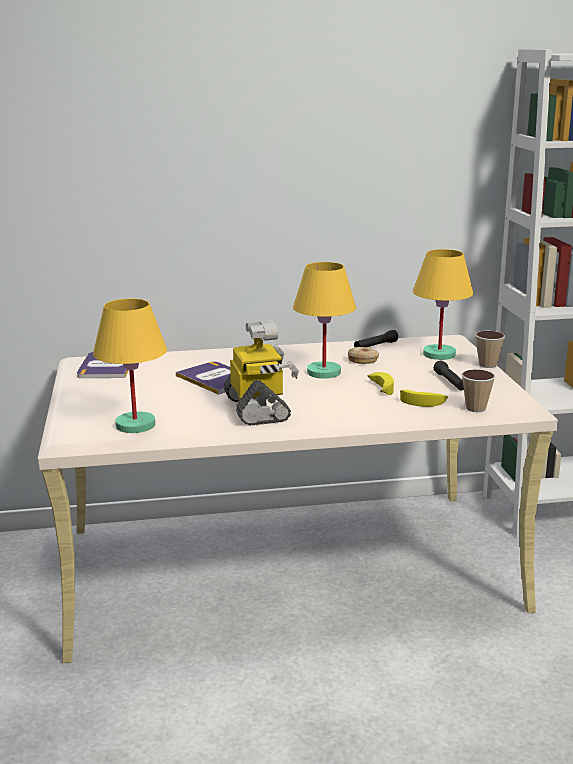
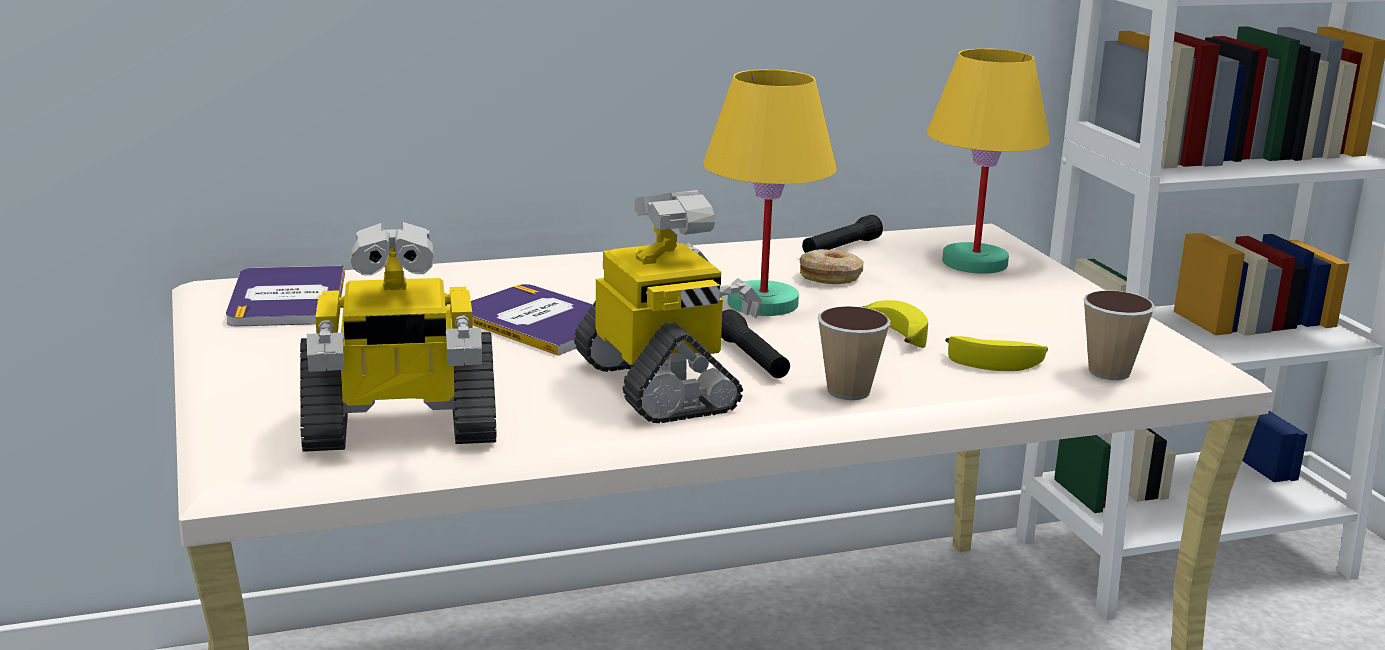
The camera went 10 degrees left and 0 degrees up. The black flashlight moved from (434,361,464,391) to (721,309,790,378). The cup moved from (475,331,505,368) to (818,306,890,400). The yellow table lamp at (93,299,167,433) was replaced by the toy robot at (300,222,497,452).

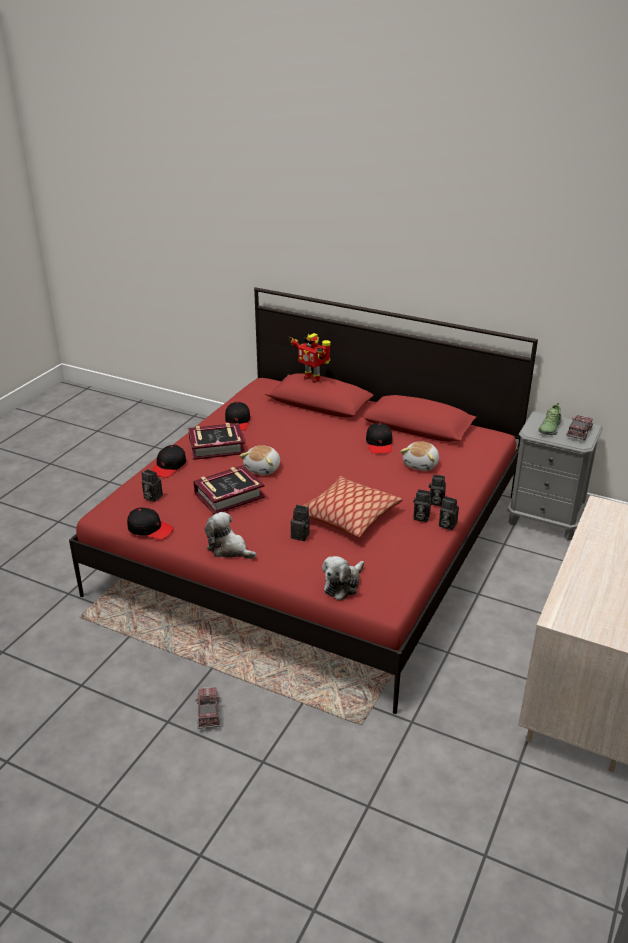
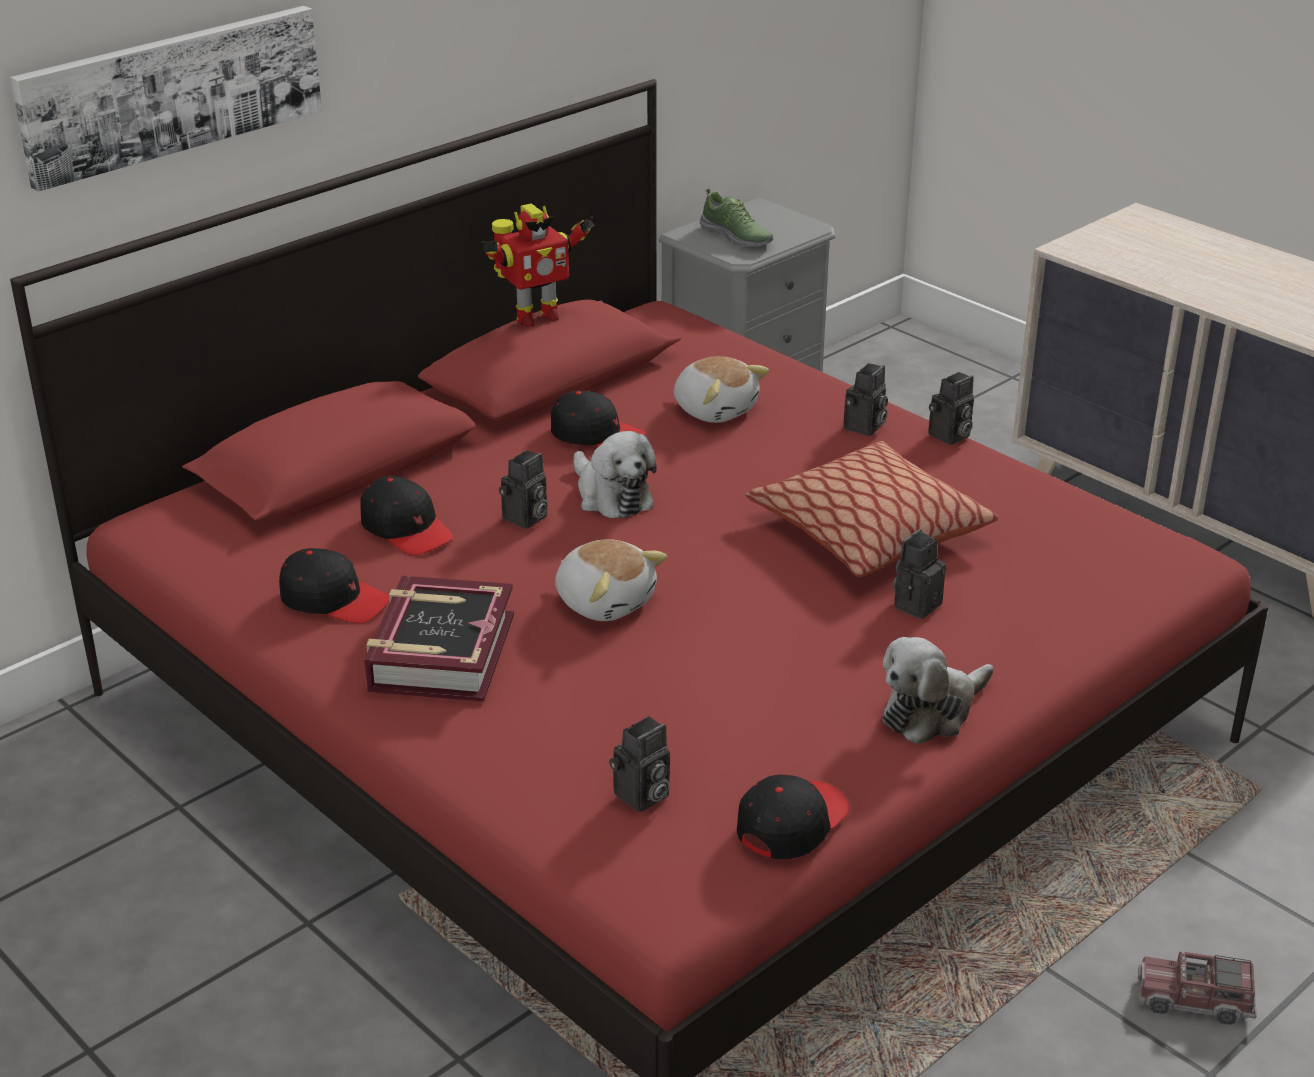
The camera went 70 degrees left and 0 degrees up. The book at (193,465,265,514) disappeared. The toy truck at (566,415,593,440) disappeared. The picture at (10,6,322,192) appeared. The black cap moved from (152,445,186,478) to (360,476,454,556). The toy robot moved from (288,333,330,383) to (481,204,594,327). The plush toy moved from (322,556,364,600) to (574,431,657,519). The photo camera moved from (413,489,431,522) to (499,450,548,529).

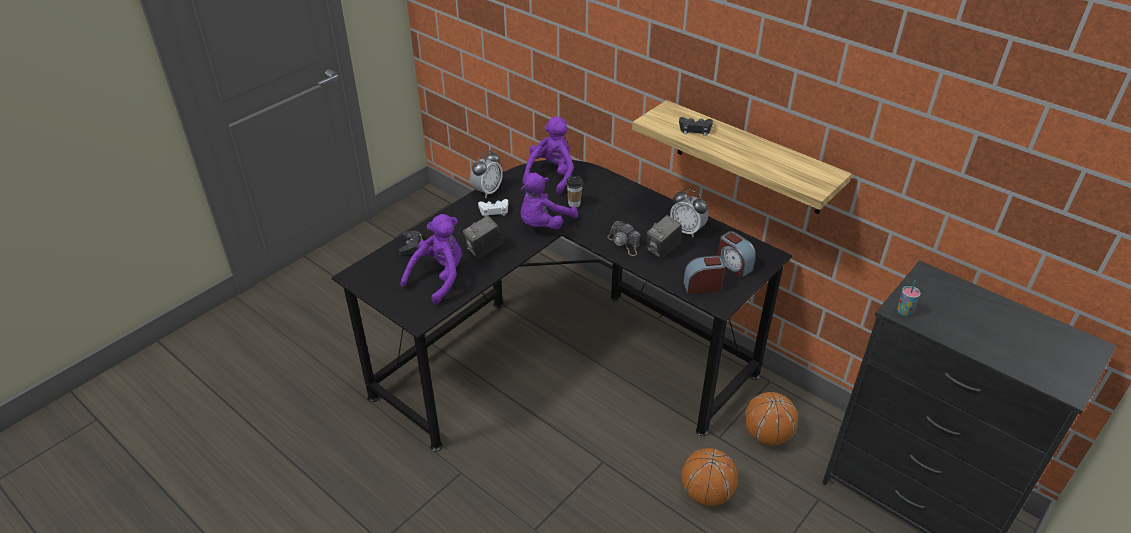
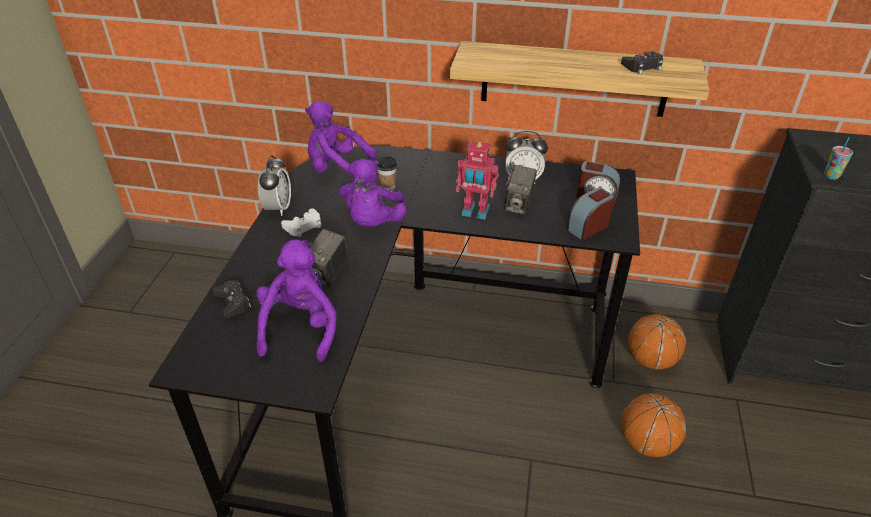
The camera went 30 degrees left and 0 degrees up. The black game controller moved from (679,117,713,136) to (621,52,664,74). The photo camera at (607,221,640,256) was replaced by the toy robot at (456,141,499,219). The purple plush toy at (523,116,574,194) turned 75 degrees counterclockwise.

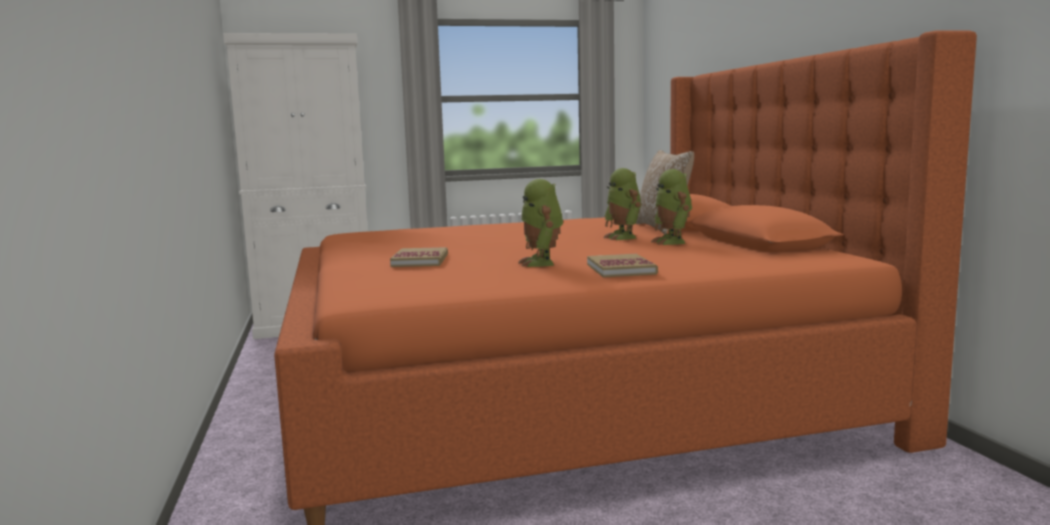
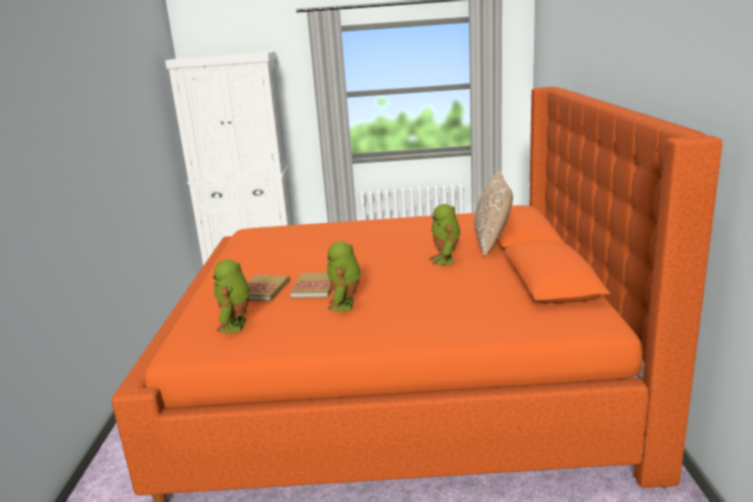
The camera went 15 degrees right and 10 degrees up. The book moved from (587,254,658,278) to (290,272,333,298). The toy robot moved from (651,169,692,245) to (213,259,251,333).

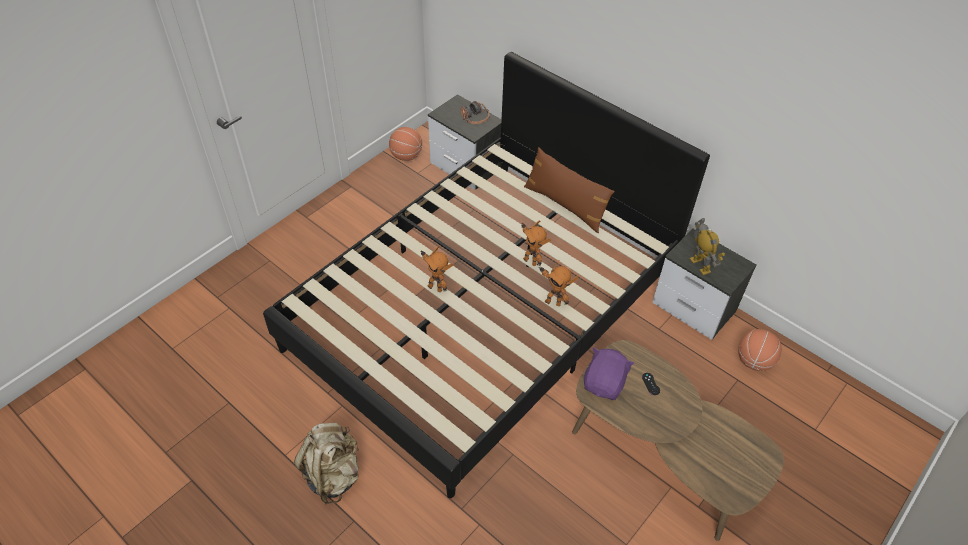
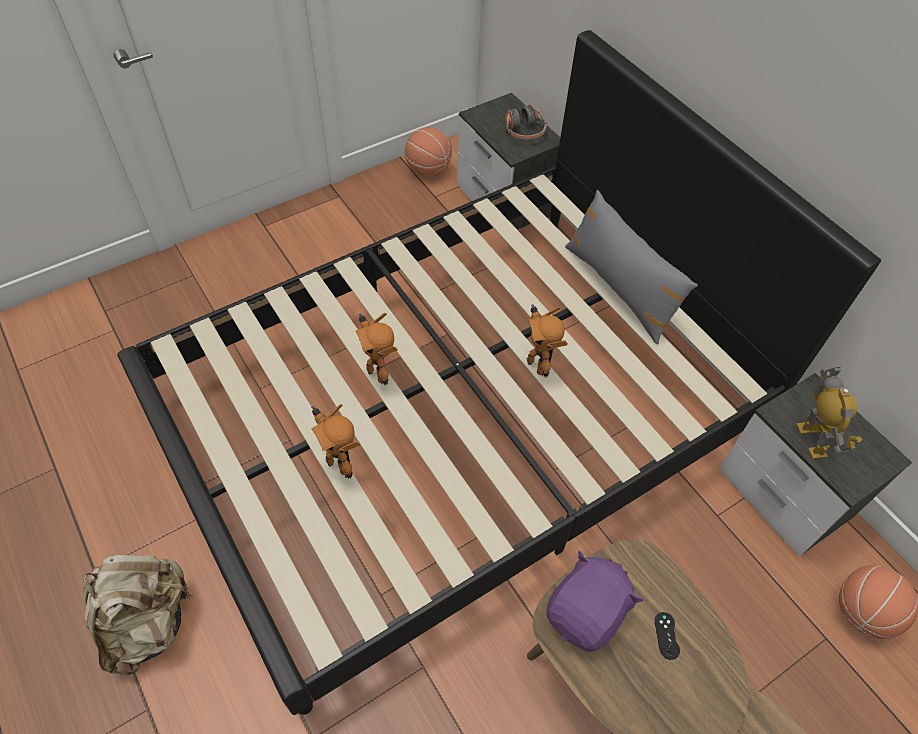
The camera went 15 degrees right and 5 degrees up. The toy robot moved from (539,260,579,306) to (311,404,360,479). The brown pillow at (524,147,615,233) became the grey pillow at (565,190,698,344).

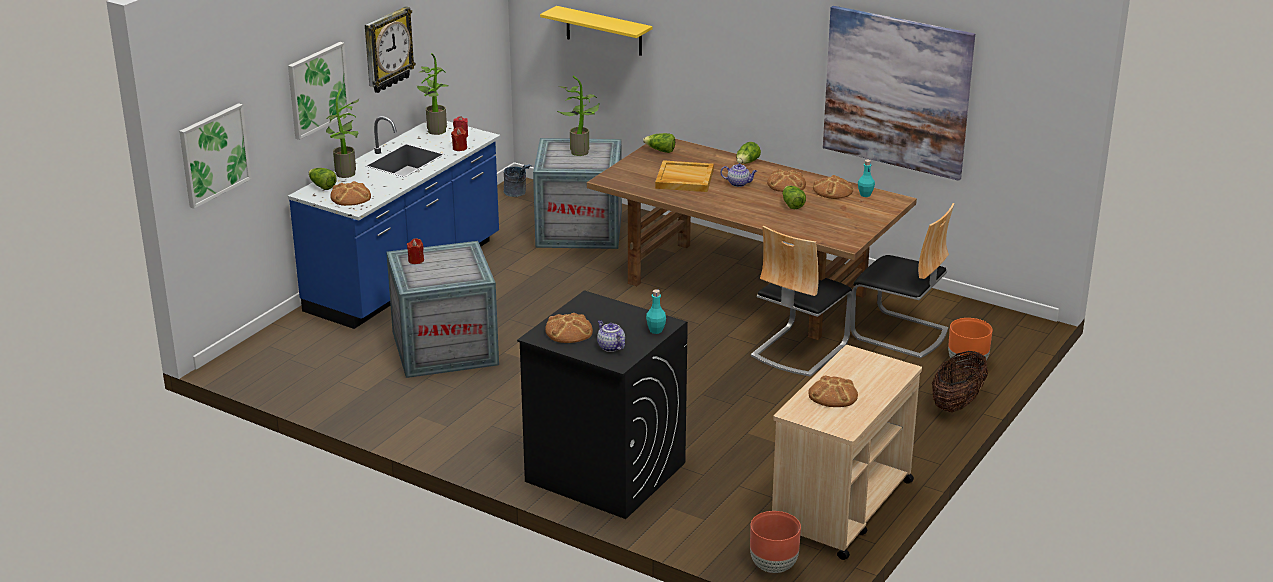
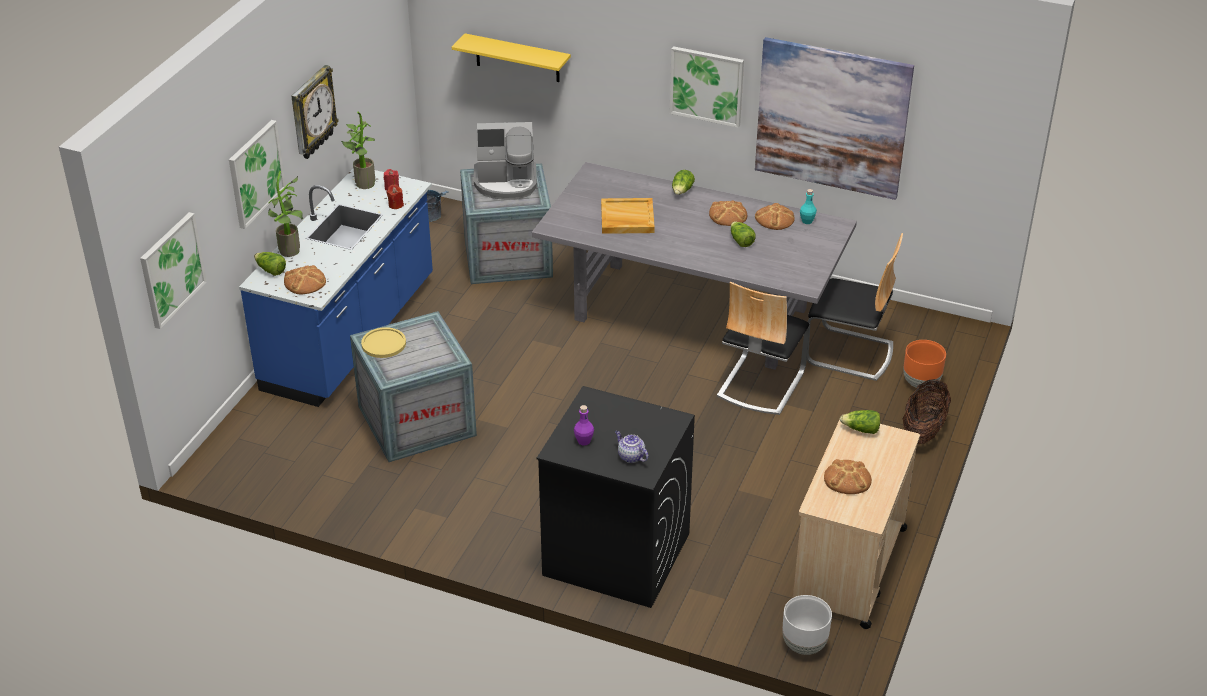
The camera went 10 degrees left and 10 degrees up. The turquoise bottle at (646,289,666,334) disappeared. The teapot at (721,164,757,187) disappeared. The picture at (670,46,744,128) appeared. The lettuce moved from (643,133,675,153) to (840,410,880,434). The red candle at (407,238,424,264) was replaced by the yellow plate at (361,327,406,358). The bread at (545,313,593,343) was replaced by the purple bottle at (574,405,594,445). The potted plant at (557,75,600,156) was replaced by the coffee machine at (474,122,537,200). The brown dining table at (587,139,917,340) became the grey dining table at (532,162,857,370). The brown planter at (750,511,801,573) became the white planter at (782,595,832,655).

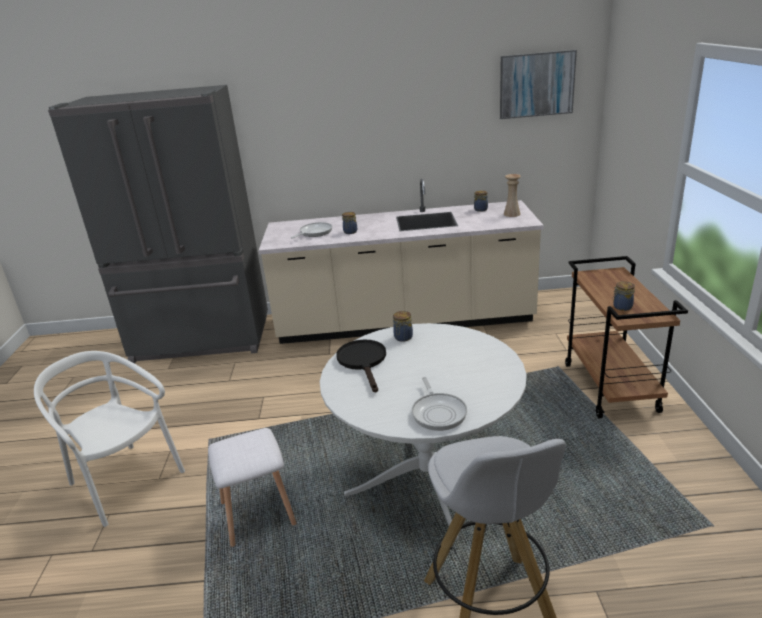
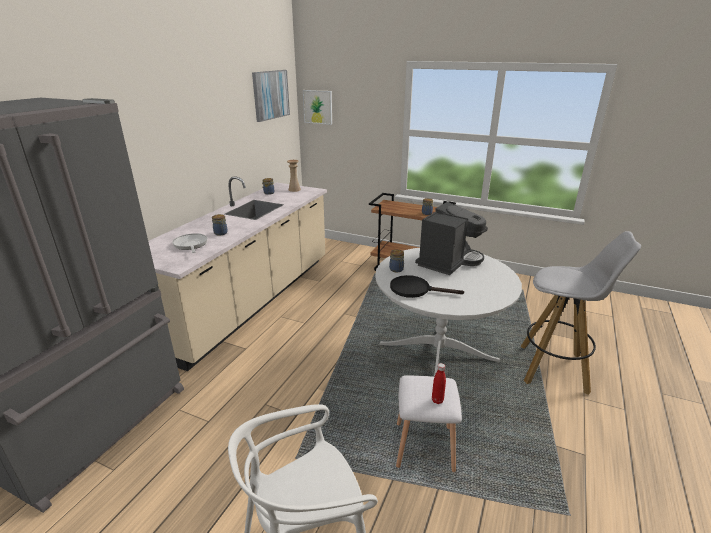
The camera went 65 degrees left and 0 degrees up. The frying pan at (412,377,467,431) disappeared. The picture at (303,90,332,125) appeared. The coffee machine at (415,201,488,275) appeared. The red bottle at (432,363,446,404) appeared.

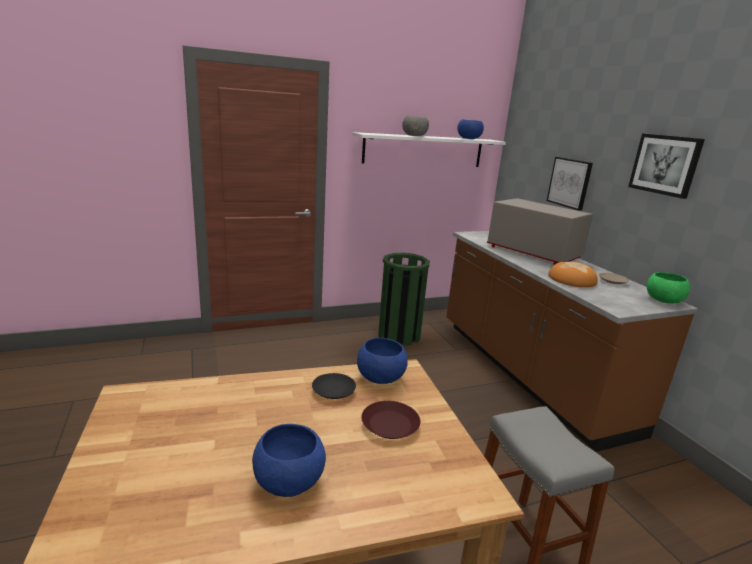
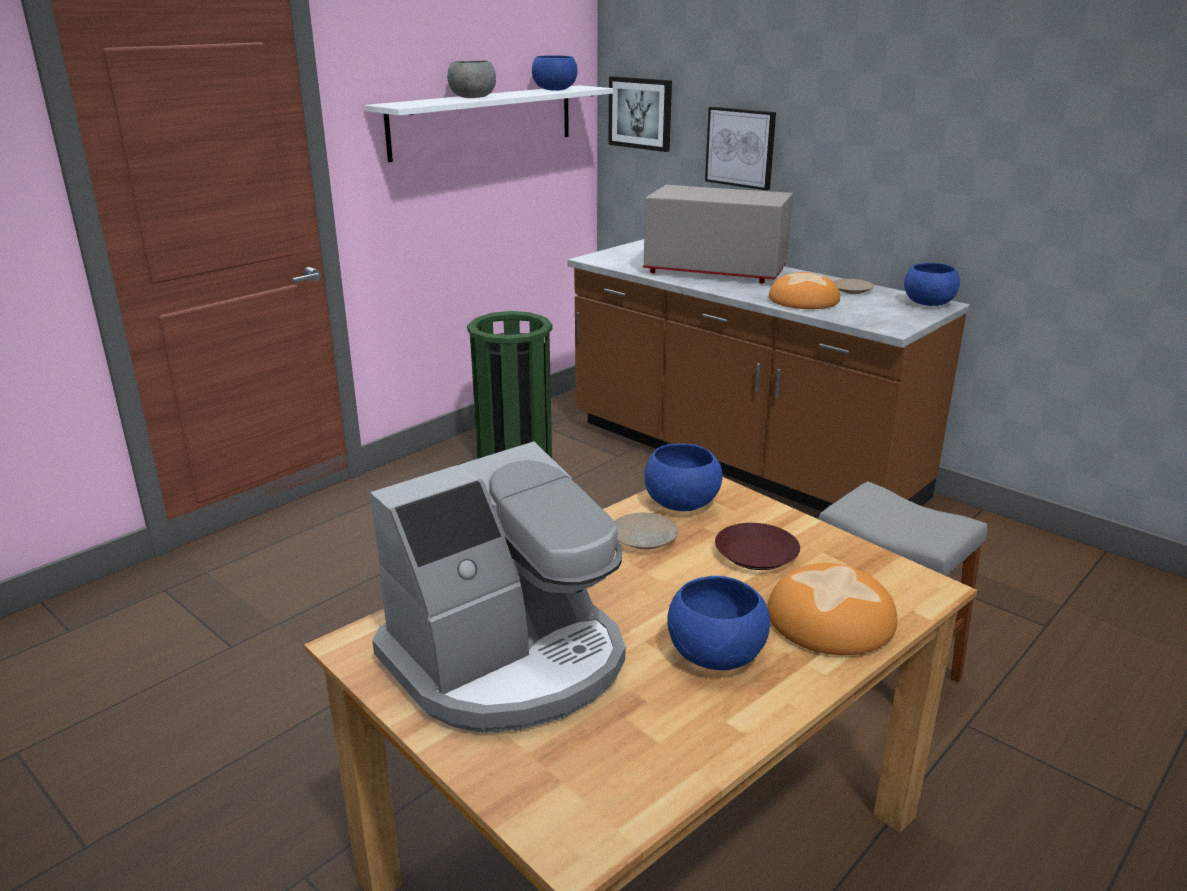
The camera went 25 degrees left and 5 degrees up. The coffee machine at (370,441,626,733) appeared. The bread at (768,563,897,655) appeared. The picture moved from (628,134,705,199) to (608,76,672,152). The black plate at (312,373,356,399) became the beige plate at (614,512,678,549). The green bowl at (647,272,690,304) became the blue bowl at (904,263,960,306).

